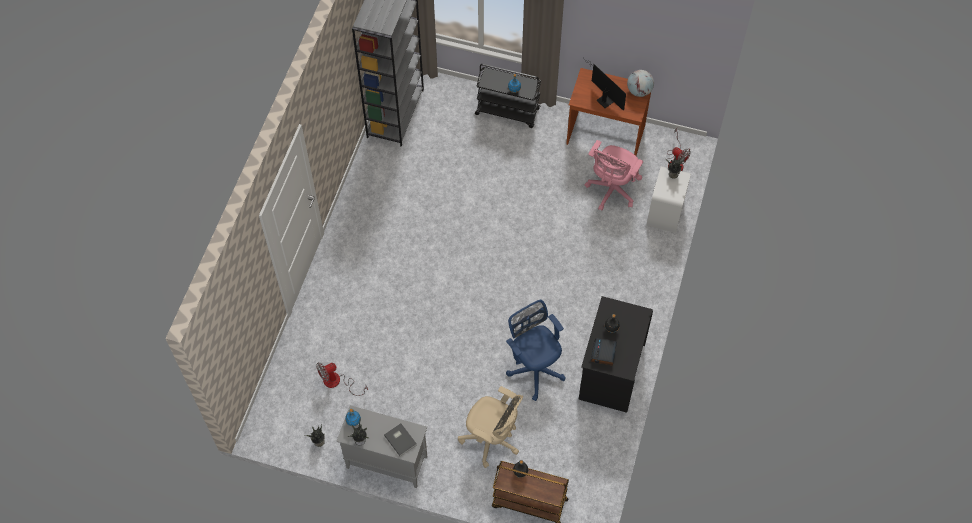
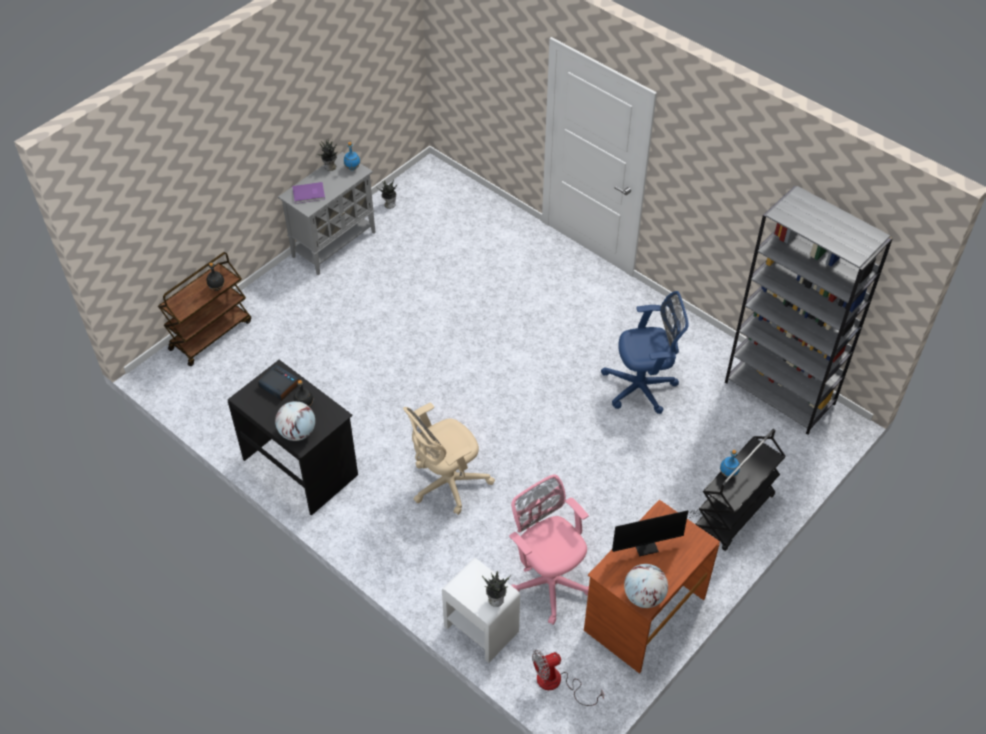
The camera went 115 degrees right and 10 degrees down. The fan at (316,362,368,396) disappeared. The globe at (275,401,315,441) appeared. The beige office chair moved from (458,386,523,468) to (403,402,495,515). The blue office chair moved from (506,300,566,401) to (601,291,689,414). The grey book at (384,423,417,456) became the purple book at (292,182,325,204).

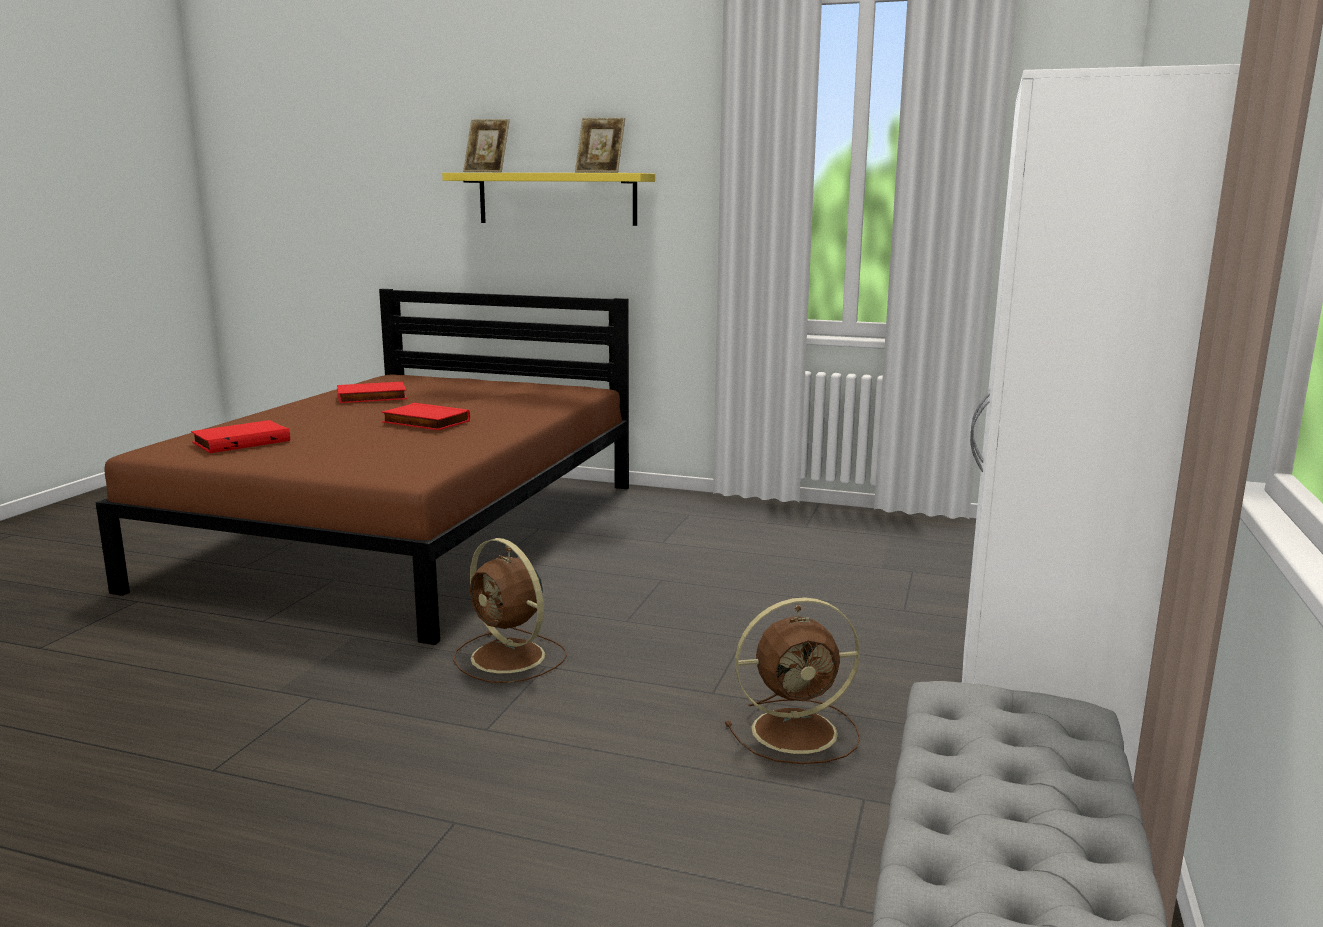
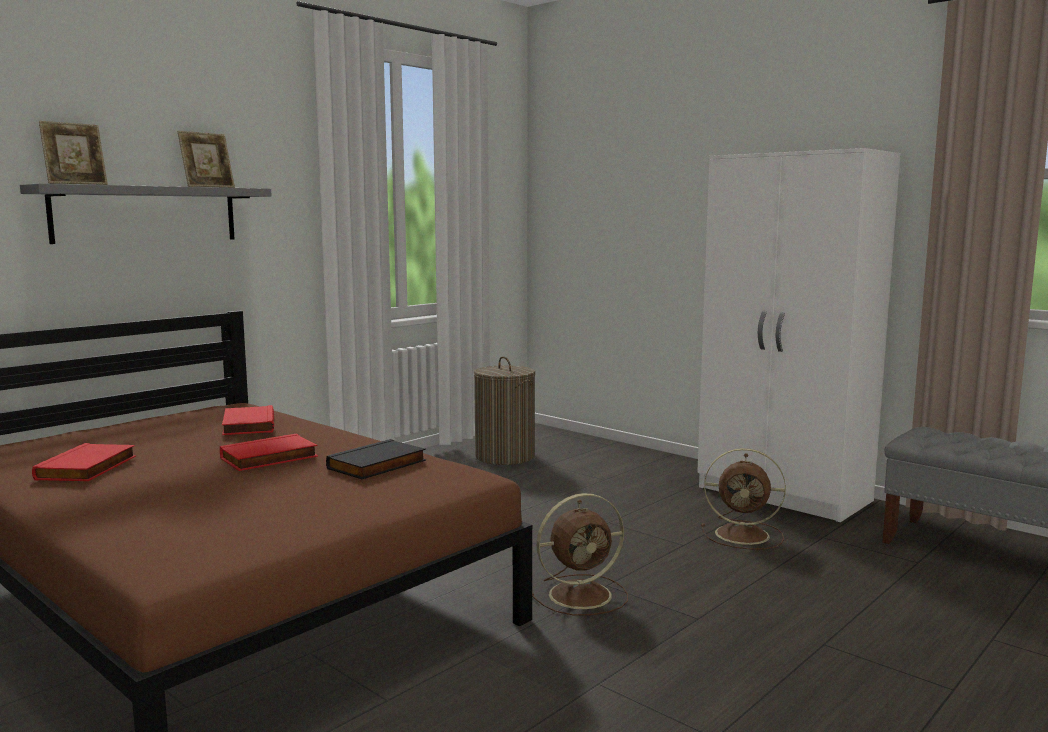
The camera went 65 degrees left and 5 degrees down. The black book at (326,439,426,479) appeared. The laundry basket at (474,356,535,465) appeared. The red book moved from (191,420,290,453) to (222,405,274,435). The yellow shelf at (442,173,655,226) became the grey shelf at (20,184,272,244). The brown fan at (725,597,860,764) turned 90 degrees clockwise.

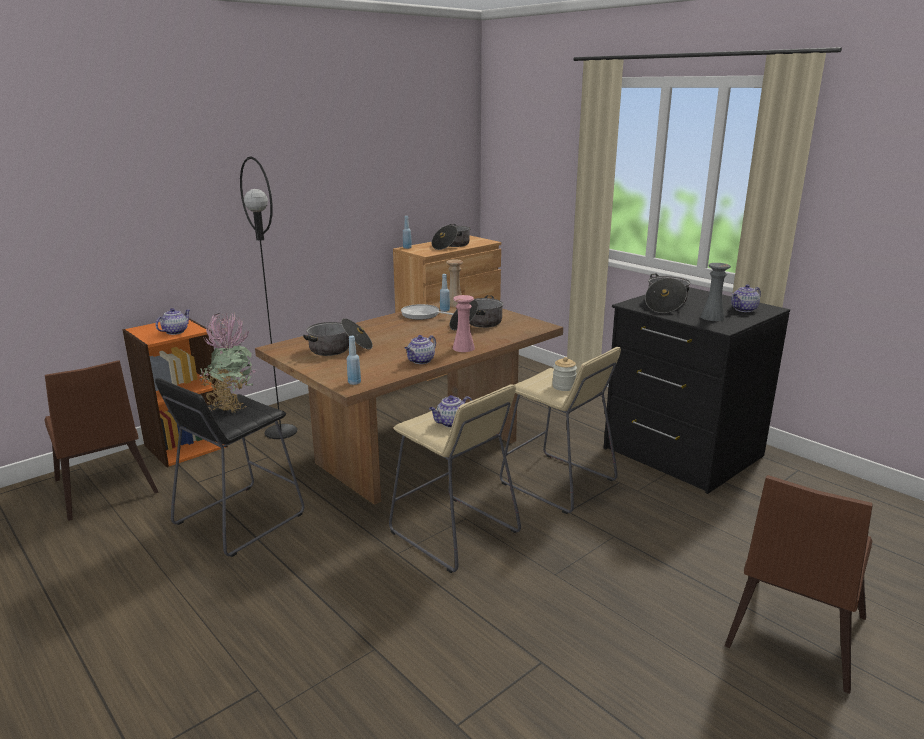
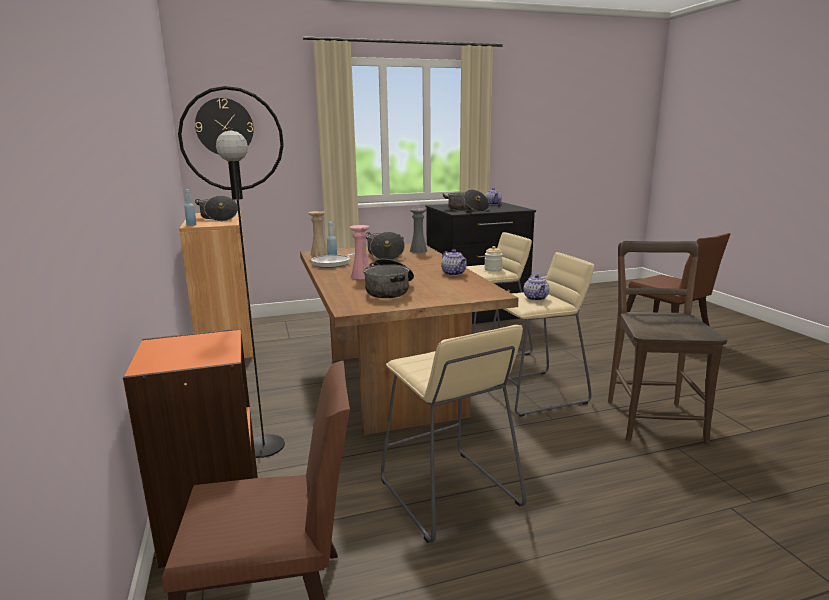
The camera went 65 degrees left and 5 degrees down. The teapot at (155,308,190,335) disappeared. The potted plant at (199,313,256,413) disappeared. The blue bottle at (347,336,361,385) disappeared. The wall clock at (195,98,254,154) appeared. The brown chair at (608,241,727,445) appeared. The pink vase moved from (453,295,475,352) to (350,225,370,279). The grey vase moved from (701,263,731,321) to (410,208,427,253). The black stool at (155,378,304,557) became the beige stool at (381,325,526,543).

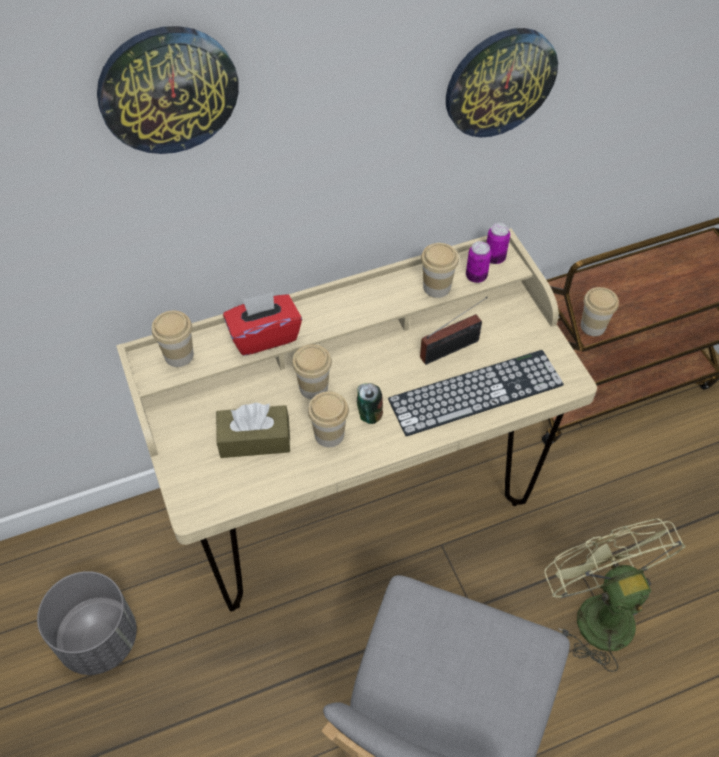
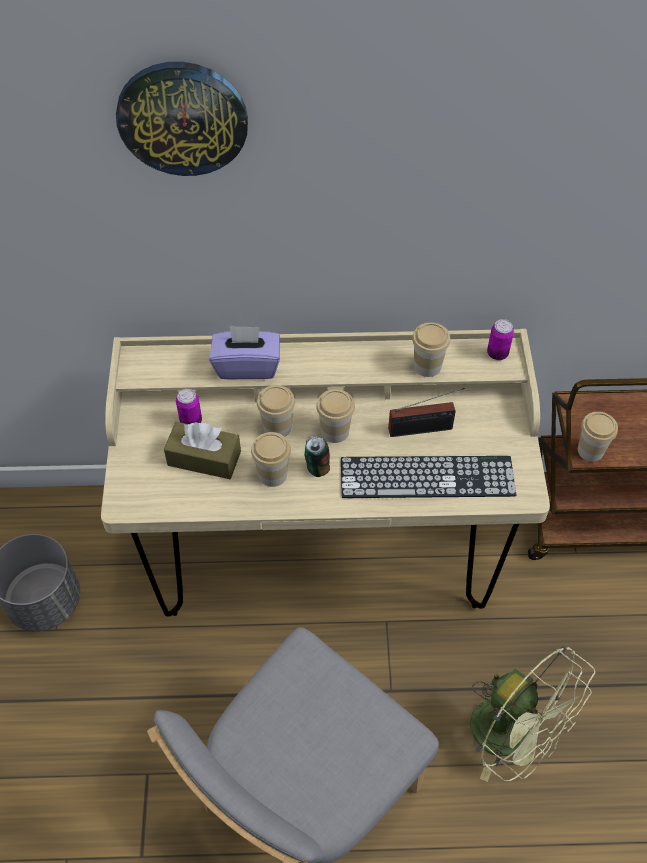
The camera went 20 degrees right and 0 degrees up. The wall clock at (446,28,558,137) disappeared. The cup moved from (152,311,194,367) to (316,389,355,443). The can moved from (466,241,491,283) to (176,389,202,424). The red tissue box at (223,292,302,356) became the purple tissue box at (209,326,280,380). The green fan at (544,519,686,672) turned 135 degrees clockwise.

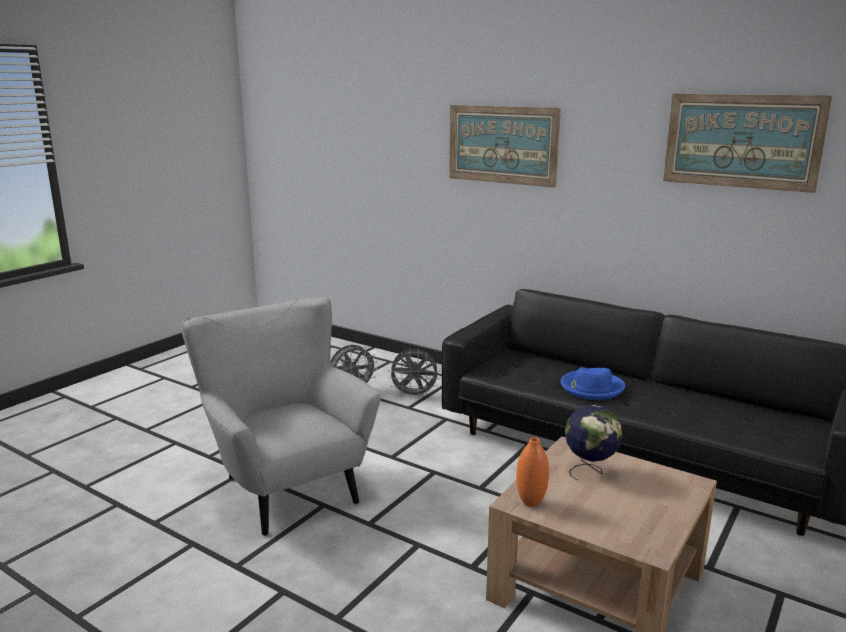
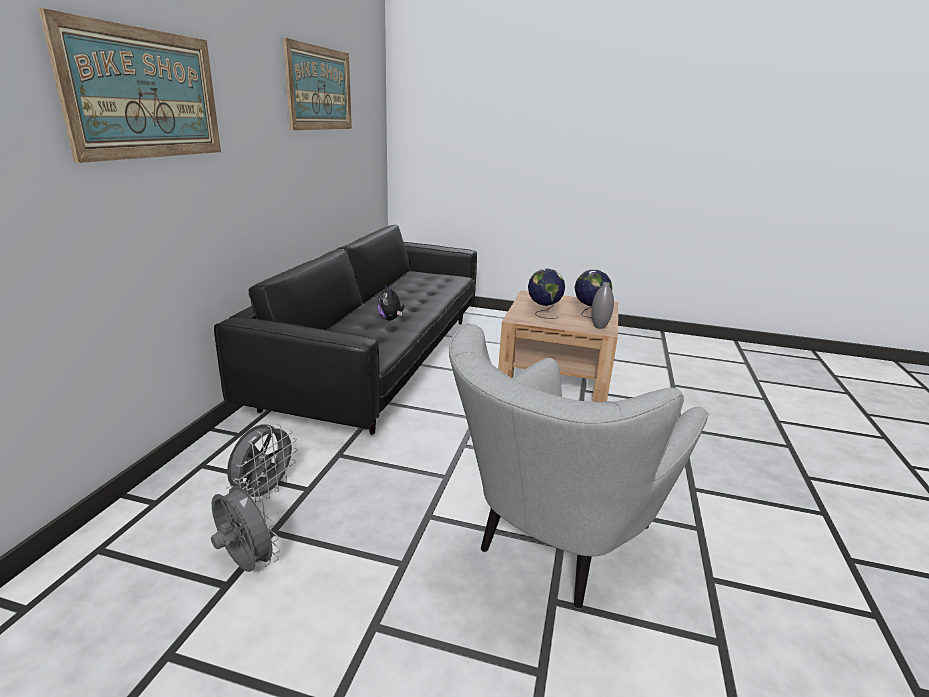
The camera went 110 degrees left and 5 degrees up. The globe at (575,270,612,318) appeared. The blue hat at (561,367,625,400) was replaced by the plush toy at (377,284,405,320). The orange vase at (516,437,549,507) became the grey vase at (591,282,614,329). The grey fan at (388,349,440,398) turned 45 degrees clockwise.

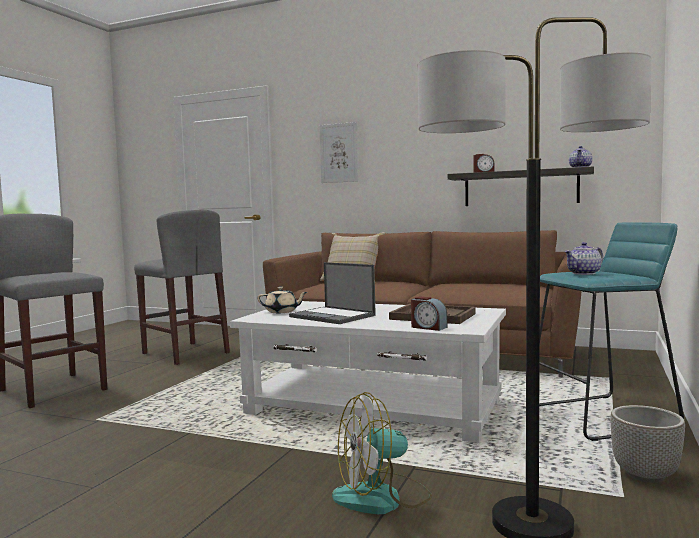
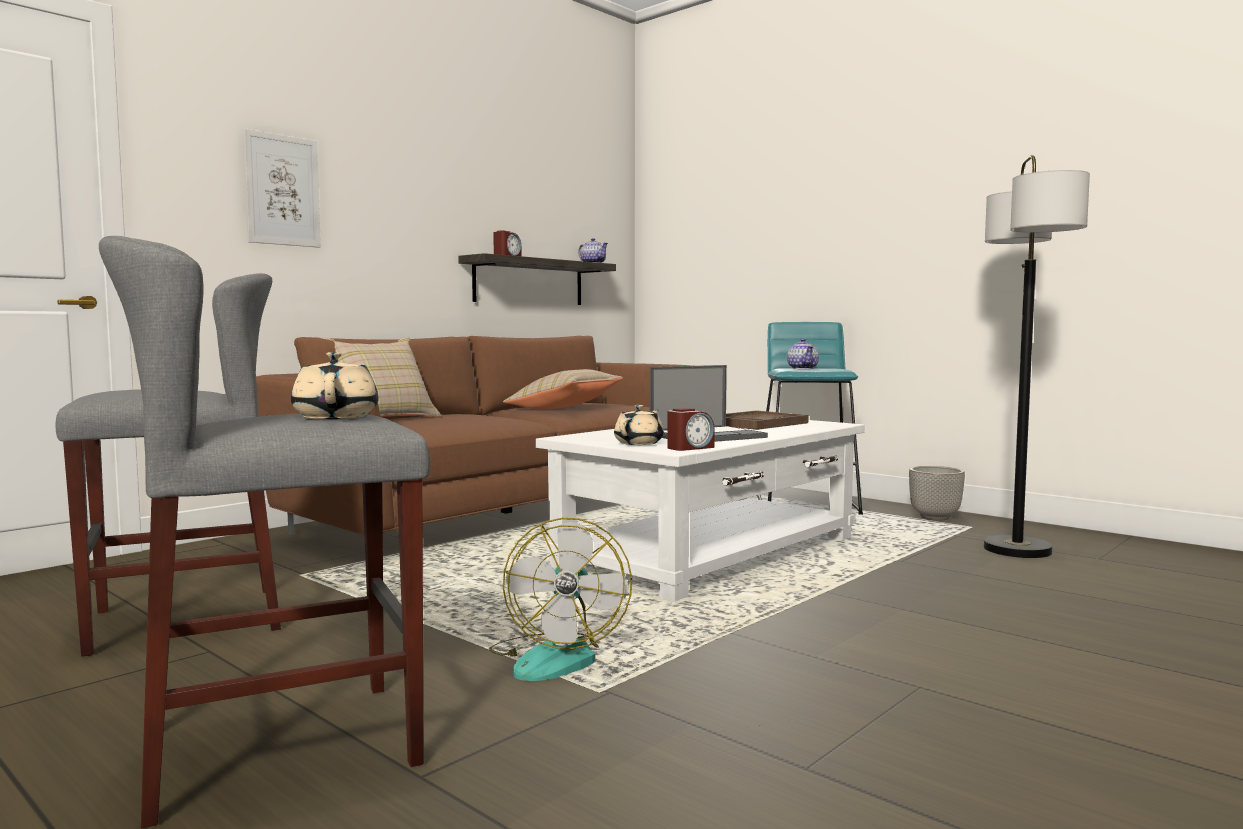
The camera went 70 degrees left and 0 degrees up. The beige teapot at (291,352,379,419) appeared. The beige pillow at (503,369,623,410) appeared. The fan moved from (332,392,432,514) to (489,518,632,681). The alarm clock moved from (411,296,447,331) to (667,408,715,451).

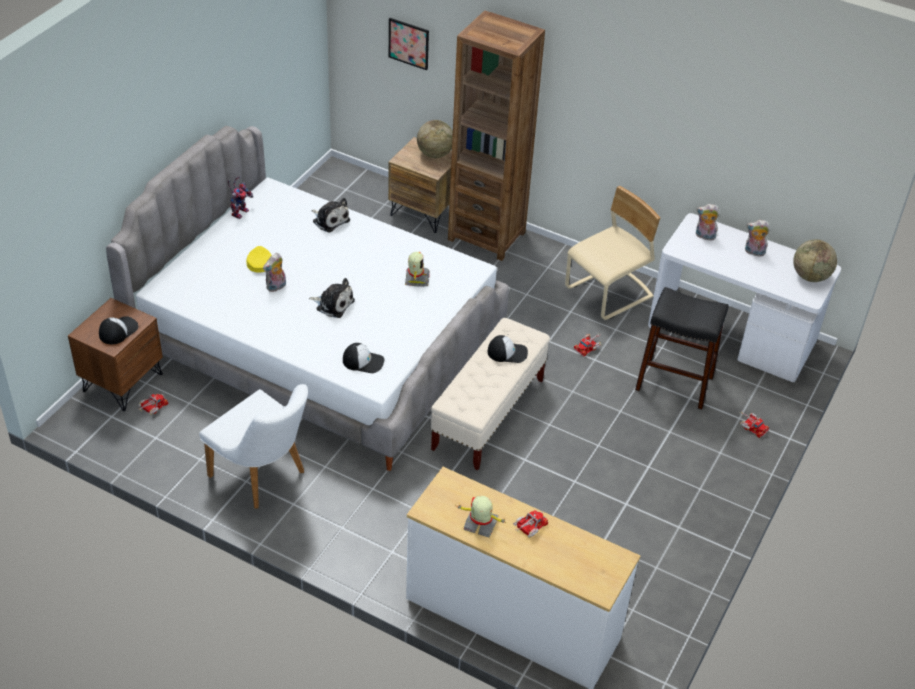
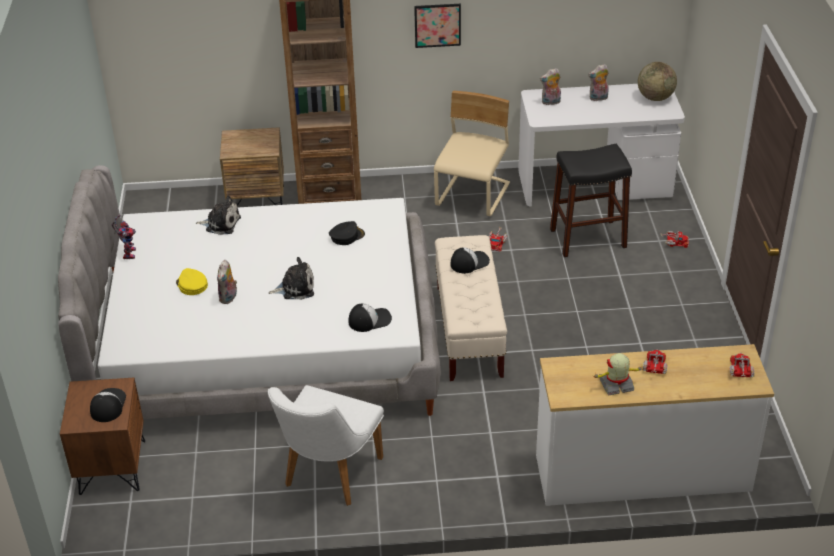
The camera went 30 degrees left and 5 degrees down. The globe at (417,120,453,158) disappeared. The toy truck moved from (138,394,168,415) to (730,352,754,377). The picture moved from (389,18,429,70) to (414,4,461,48). The toy robot at (405,252,430,287) was replaced by the black cap at (329,221,365,245). The white chair at (199,384,308,509) turned 105 degrees clockwise.

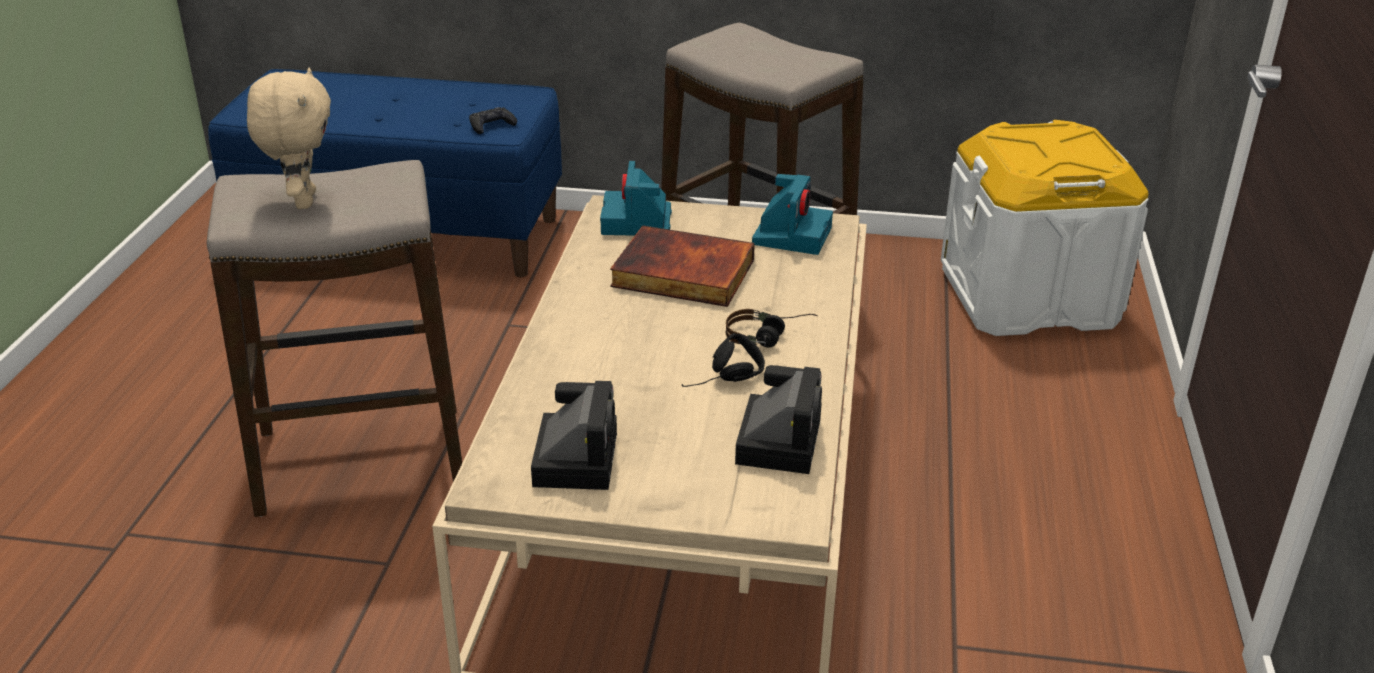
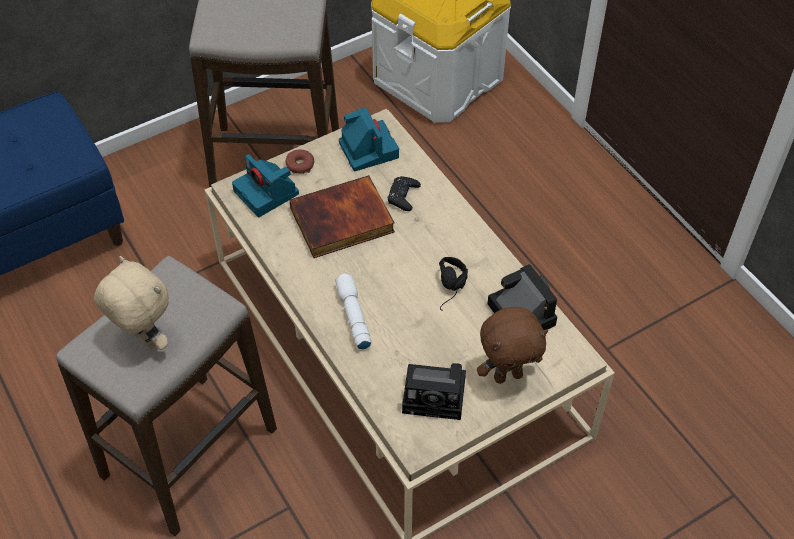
The camera went 40 degrees left and 20 degrees up. The headphones at (726,309,818,348) disappeared. The donut at (285,150,314,174) appeared. The white flashlight at (335,274,371,350) appeared. The brown plush toy at (477,307,548,384) appeared. The black game controller moved from (469,107,517,134) to (388,176,421,211). The photo camera at (531,381,617,490) turned 135 degrees clockwise.

